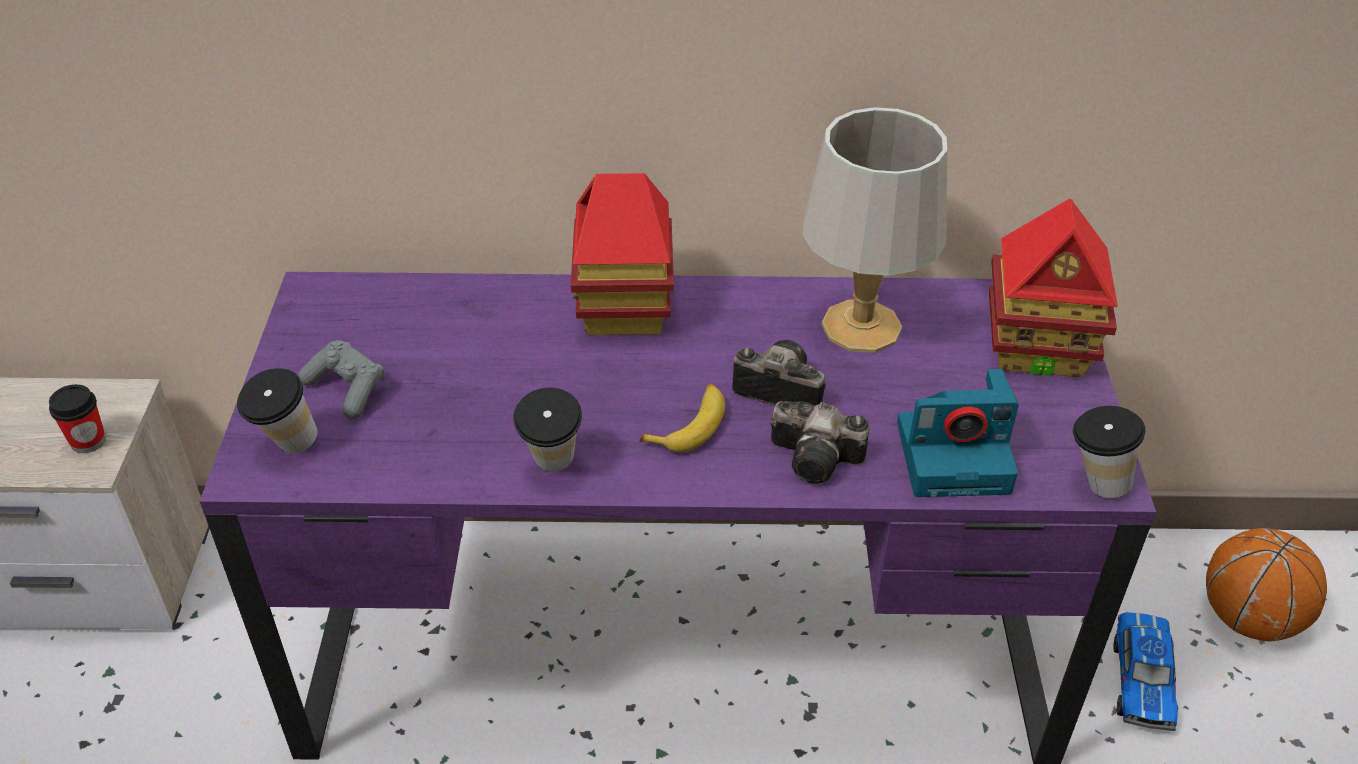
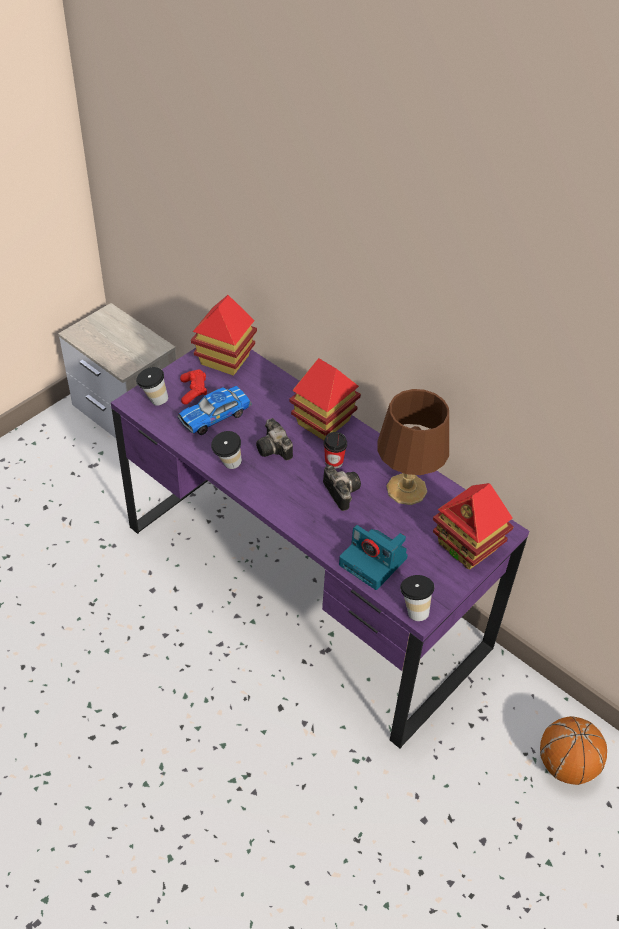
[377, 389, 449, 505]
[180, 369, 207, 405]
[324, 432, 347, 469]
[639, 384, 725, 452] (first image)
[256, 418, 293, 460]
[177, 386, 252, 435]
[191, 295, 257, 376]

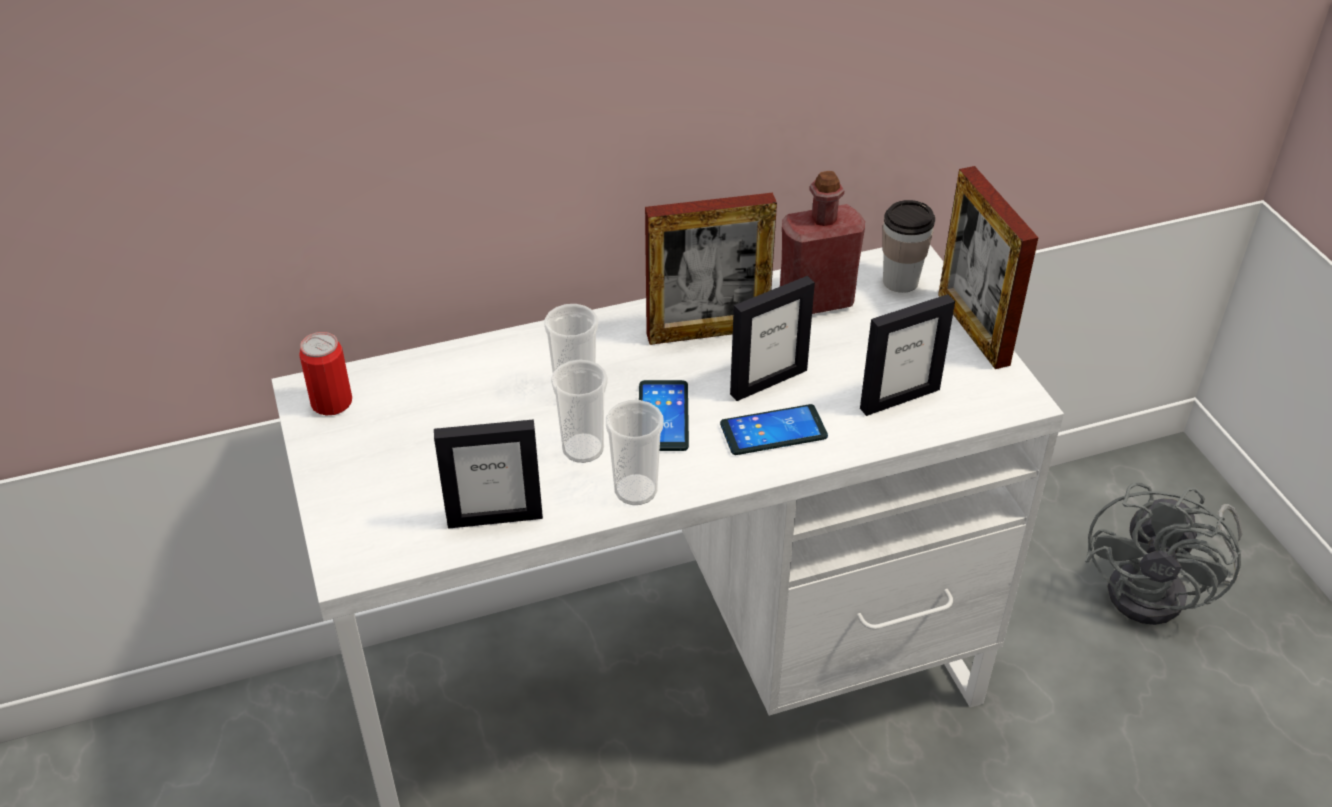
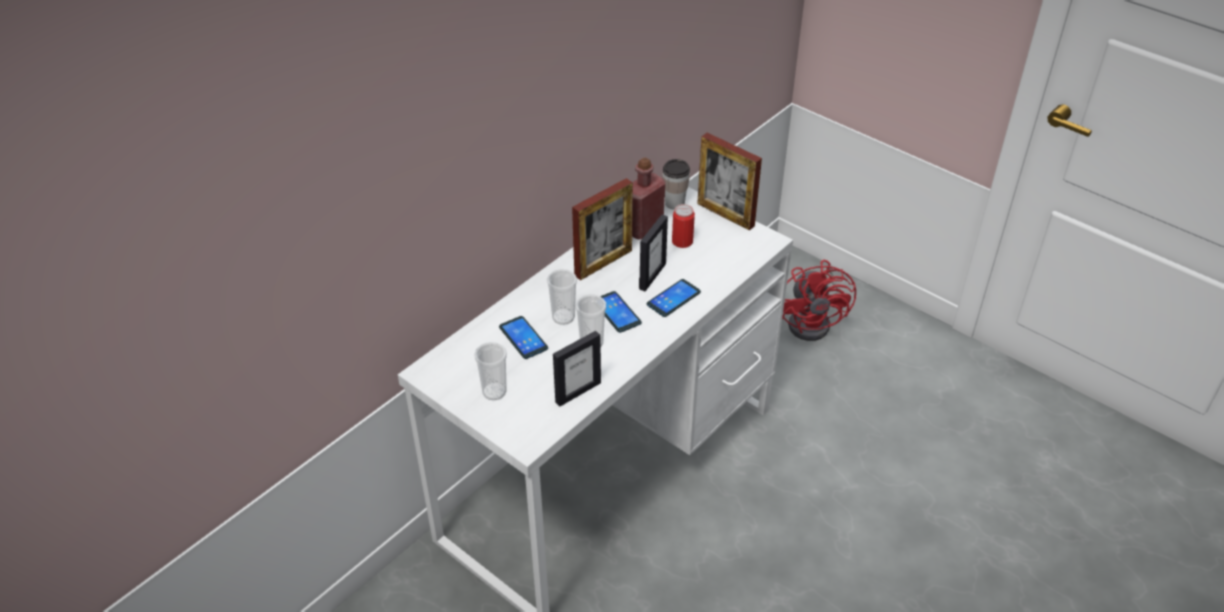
[860, 294, 955, 416] (first image)
[672, 204, 695, 248]
[474, 342, 507, 400]
[782, 260, 856, 341]
[499, 316, 548, 359]

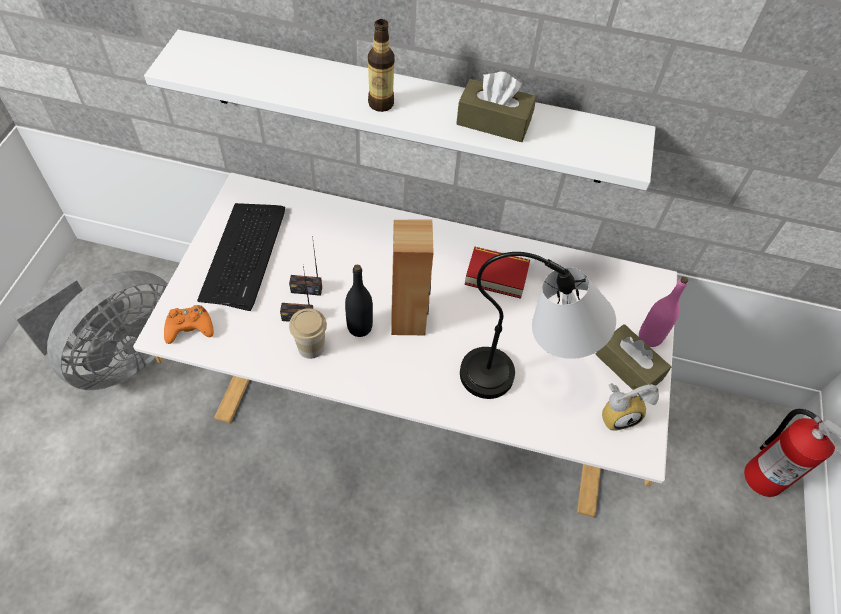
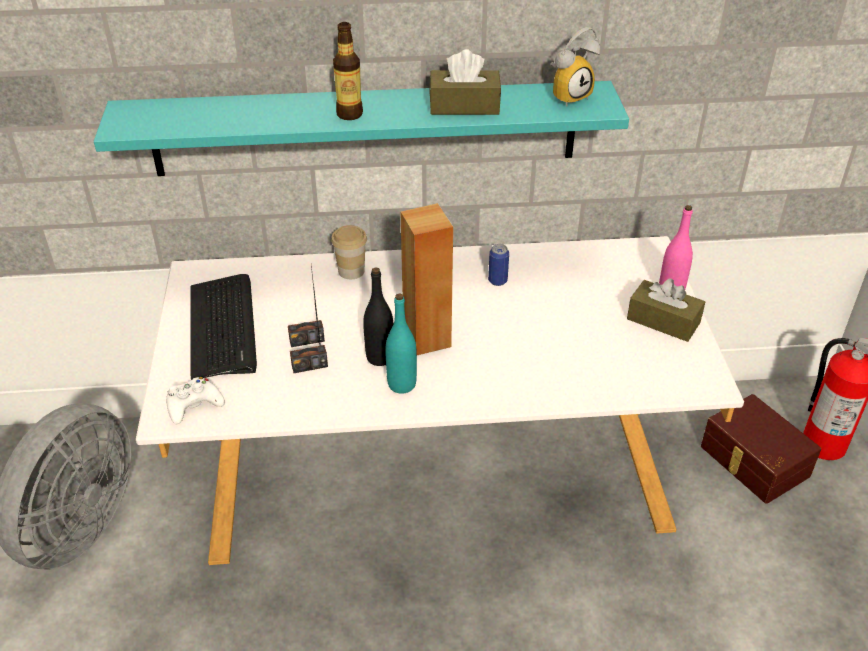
[94, 81, 629, 176]
[488, 244, 509, 286]
[460, 252, 616, 399] (first image)
[166, 377, 225, 424]
[331, 225, 367, 279]
[550, 27, 601, 107]
[386, 294, 417, 394]
[701, 394, 821, 504]

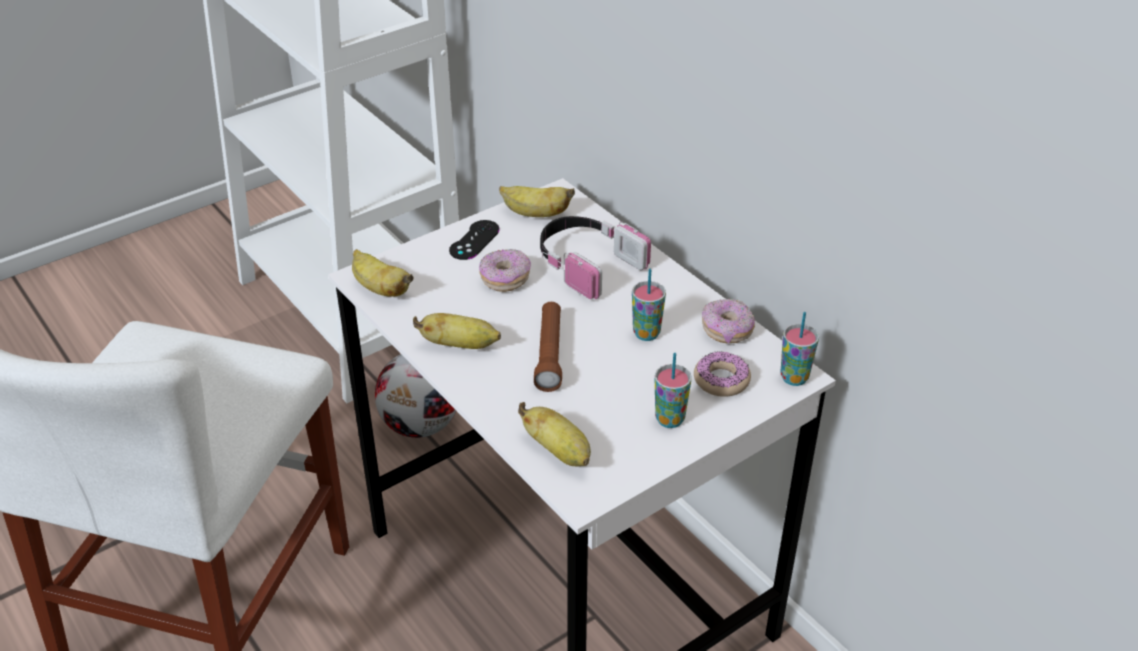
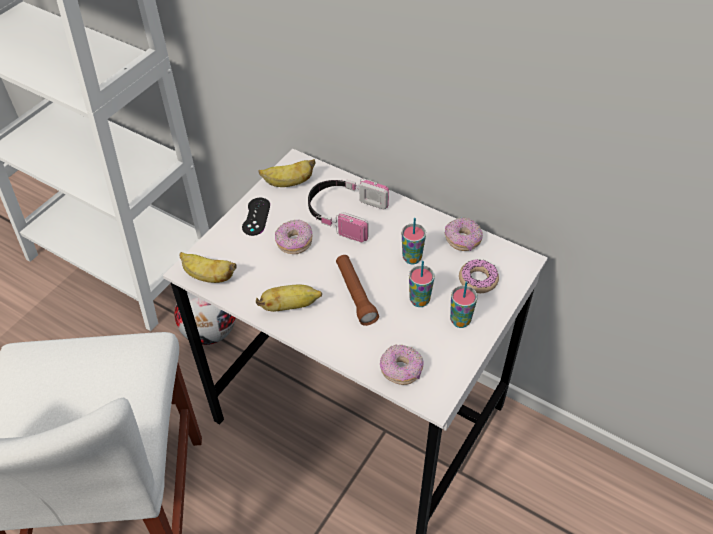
[409, 261, 435, 307]
[380, 345, 424, 385]

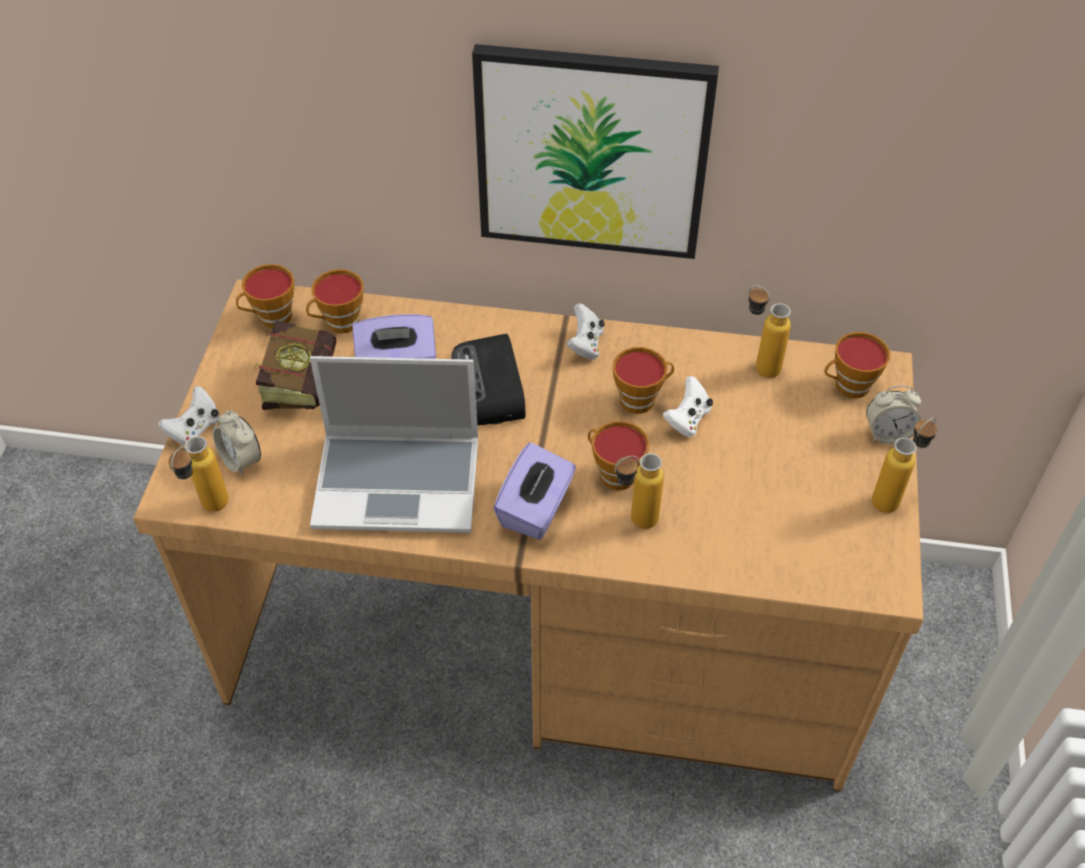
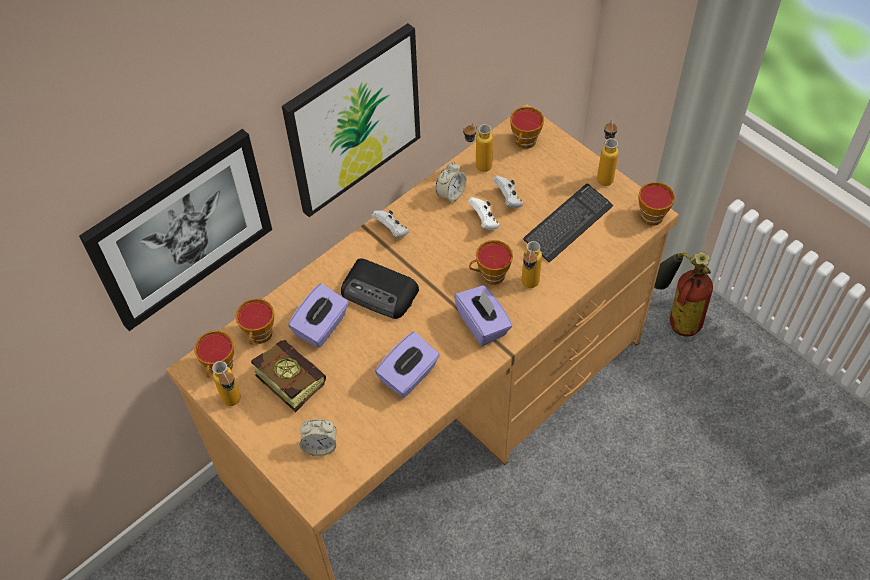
[639, 182, 675, 226]
[375, 332, 440, 398]
[493, 175, 523, 208]
[436, 162, 466, 203]
[212, 361, 241, 406]
[79, 129, 272, 331]
[523, 184, 613, 263]
[654, 252, 713, 337]

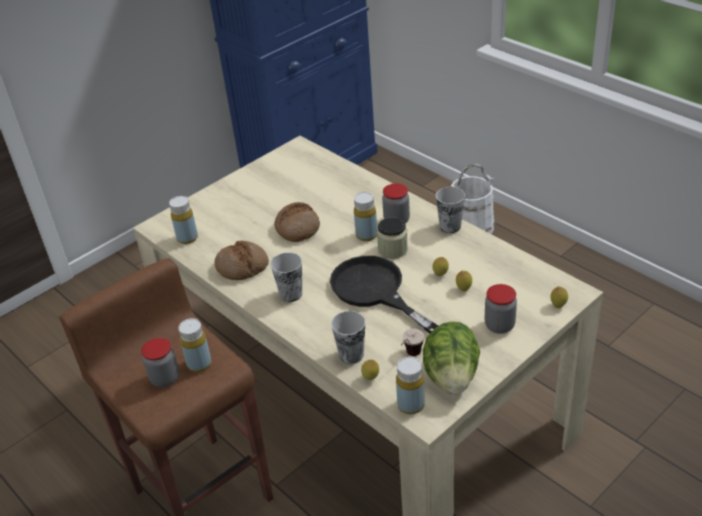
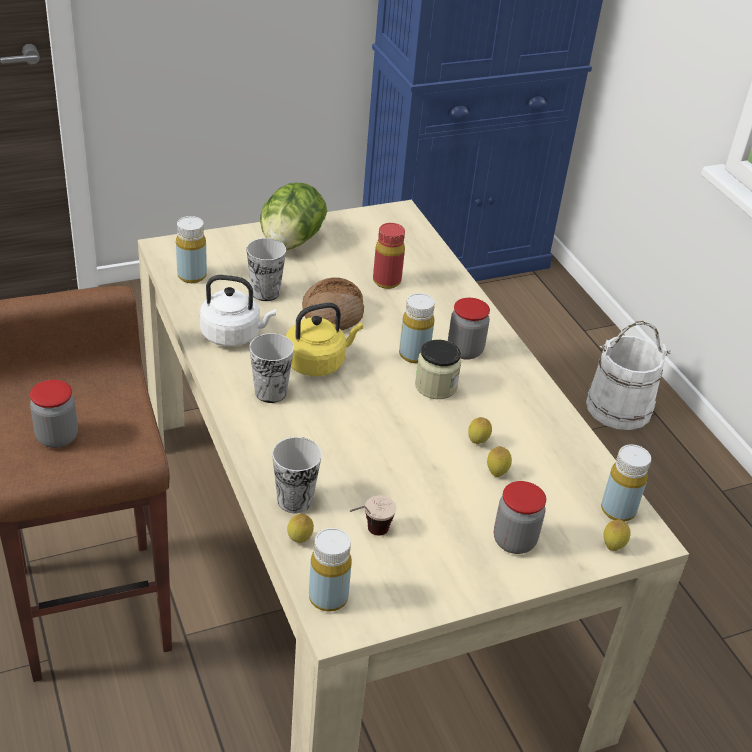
[246, 238, 286, 301]
[200, 275, 276, 347]
[330, 256, 438, 334] (first image)
[601, 444, 651, 522]
[260, 183, 327, 250]
[373, 223, 405, 289]
[286, 303, 363, 376]

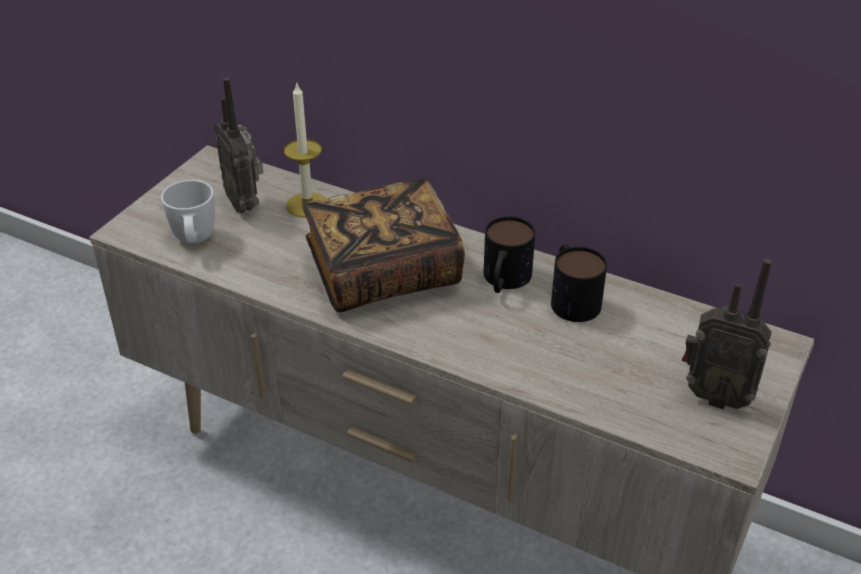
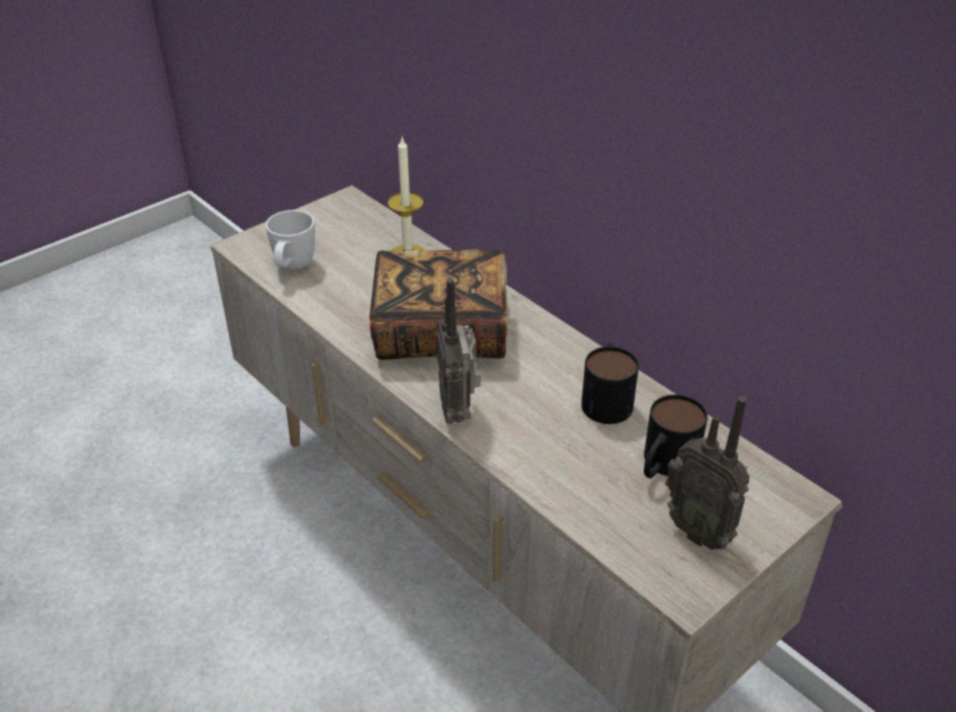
[437, 278, 481, 424]
[644, 395, 708, 478]

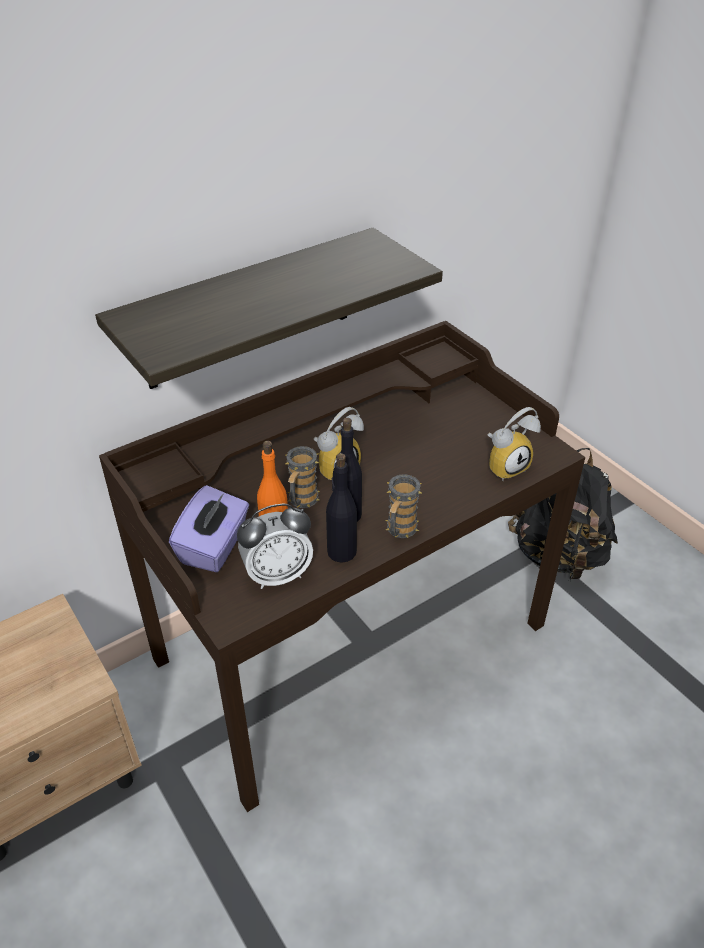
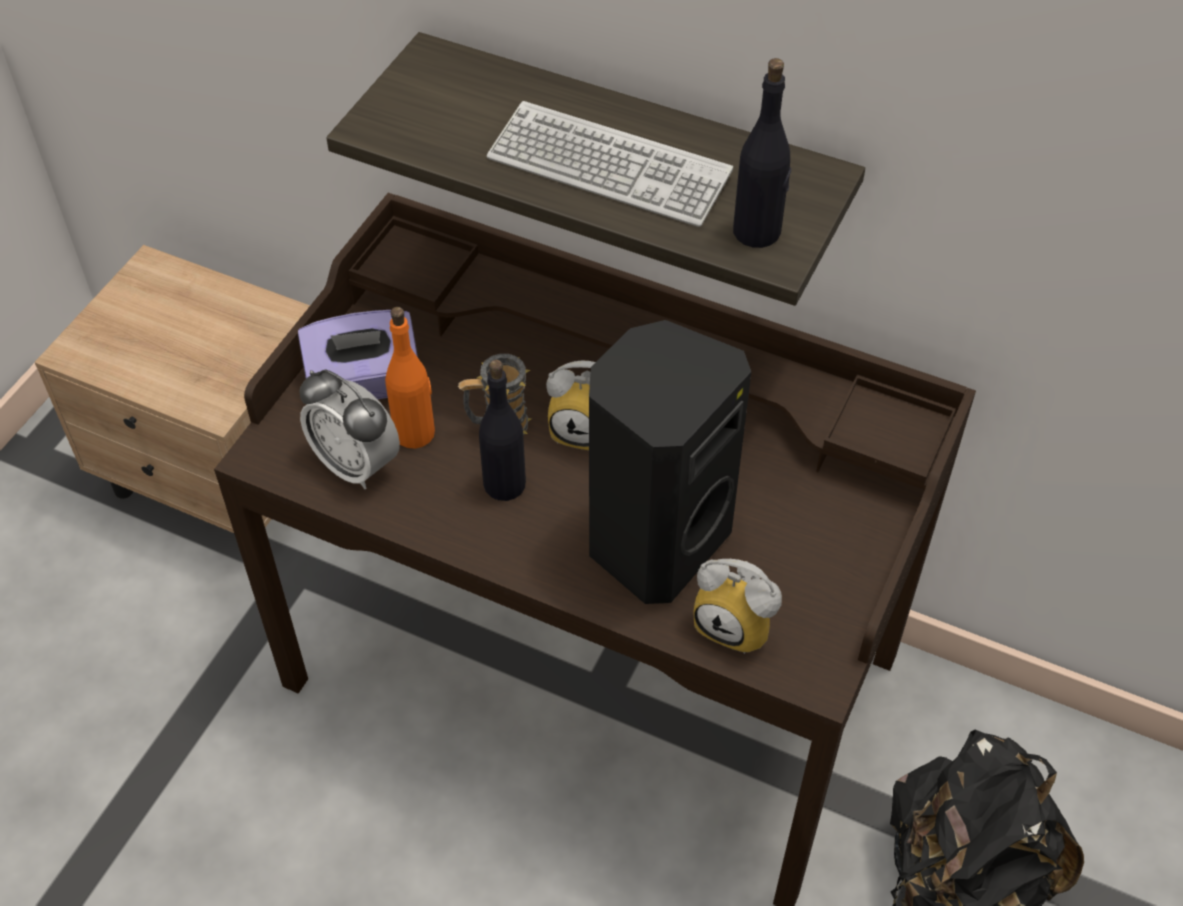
[733, 58, 791, 248]
[386, 474, 422, 538] (first image)
[487, 101, 733, 227]
[589, 320, 751, 604]

